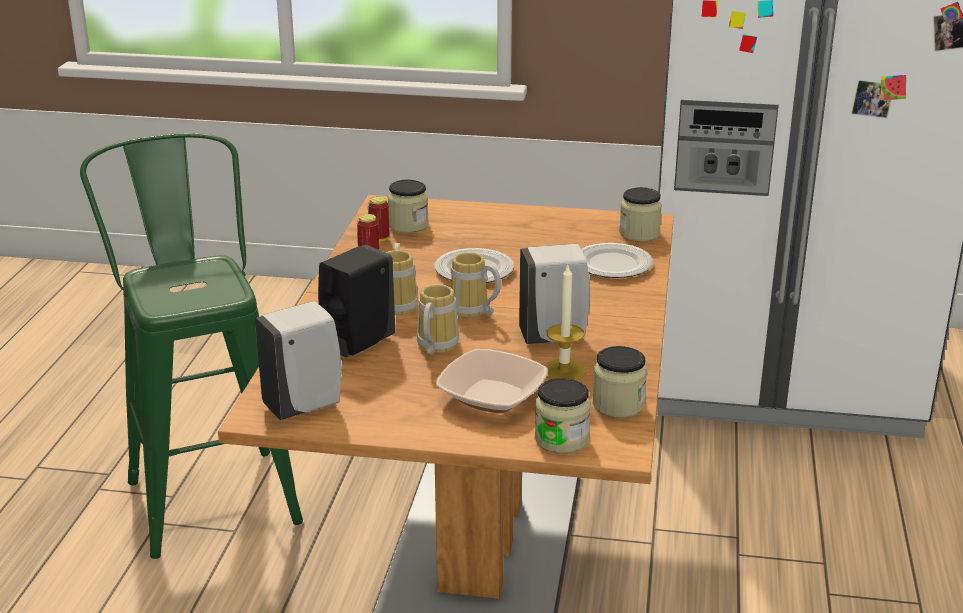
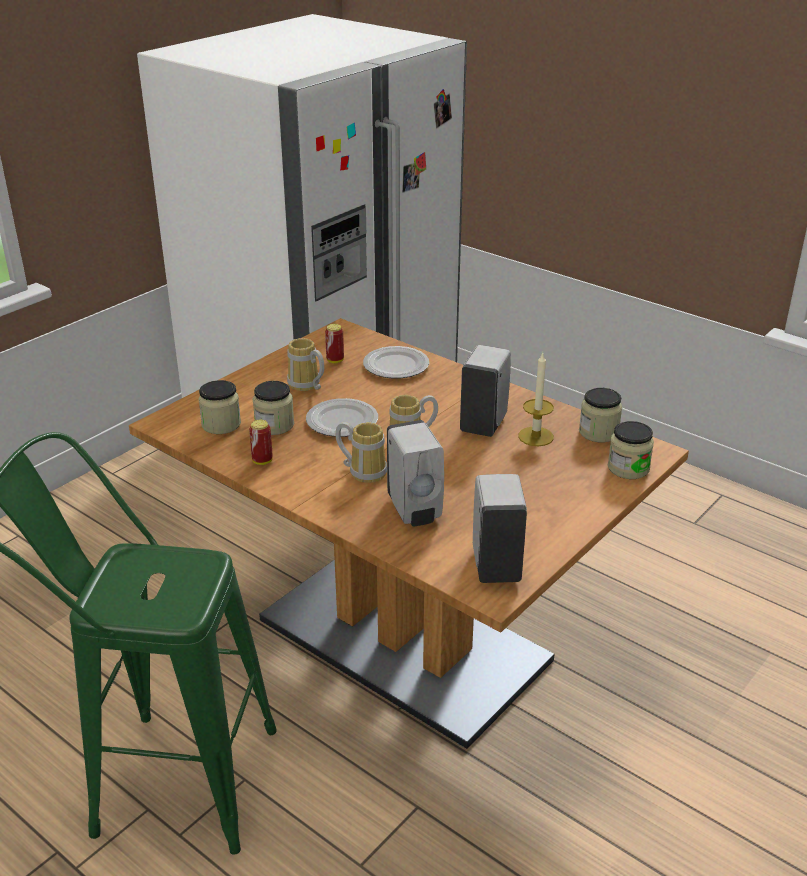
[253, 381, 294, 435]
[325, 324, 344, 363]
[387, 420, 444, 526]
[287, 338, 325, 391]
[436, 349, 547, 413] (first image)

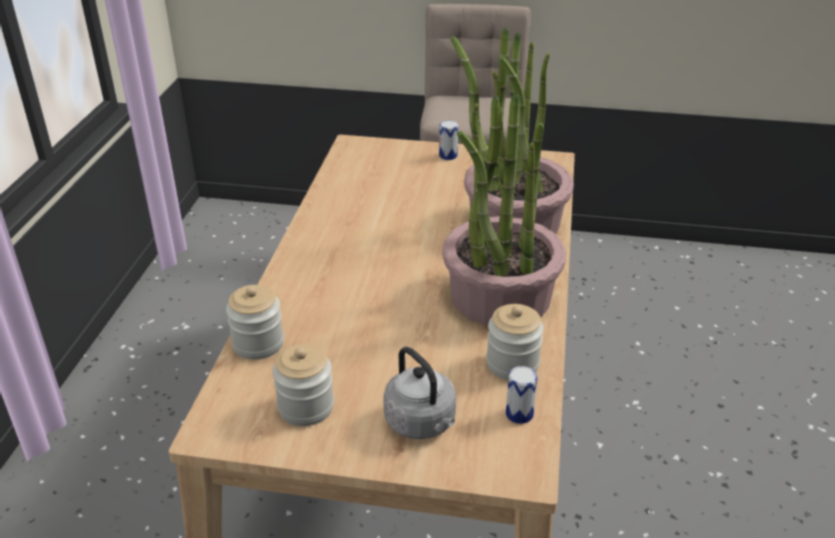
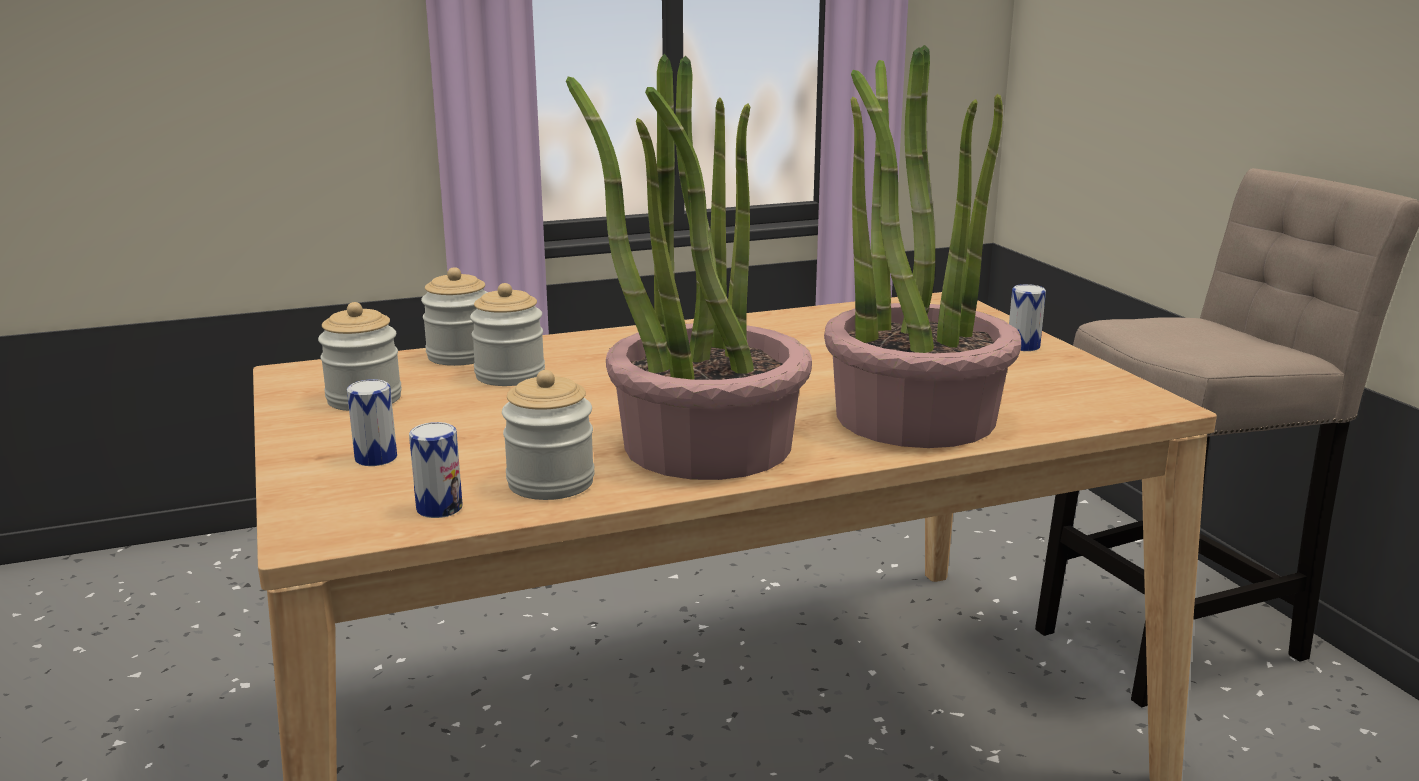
[347, 379, 397, 466]
[470, 283, 545, 386]

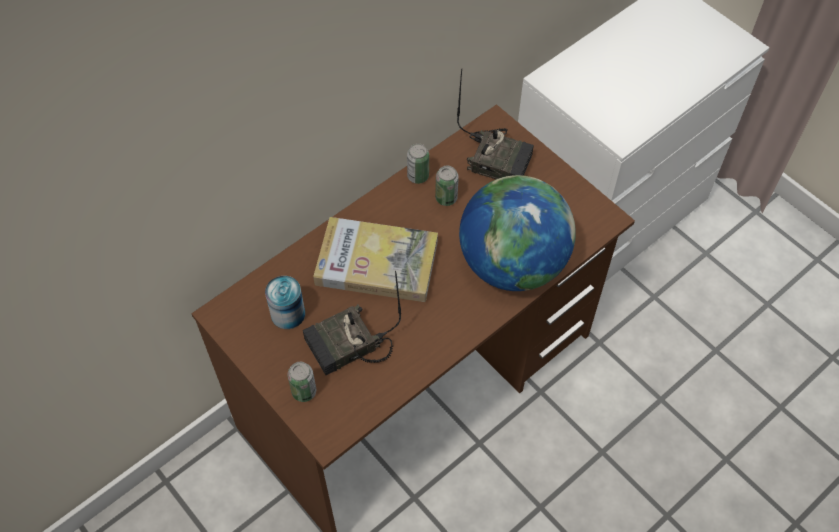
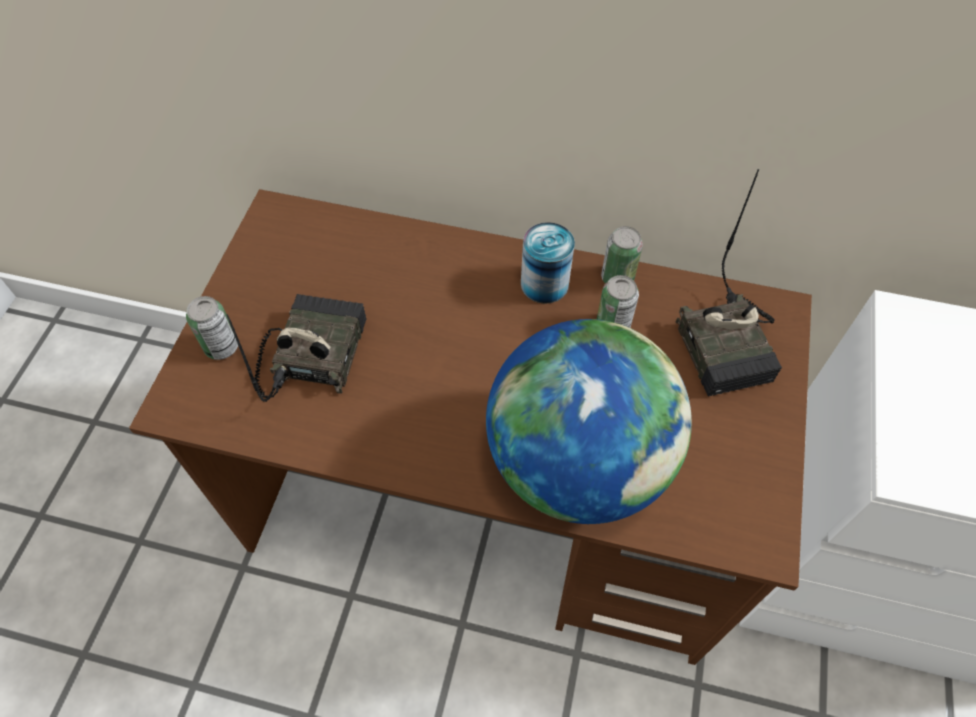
[313, 217, 438, 302] (first image)
[226, 294, 367, 402]
[521, 222, 575, 304]

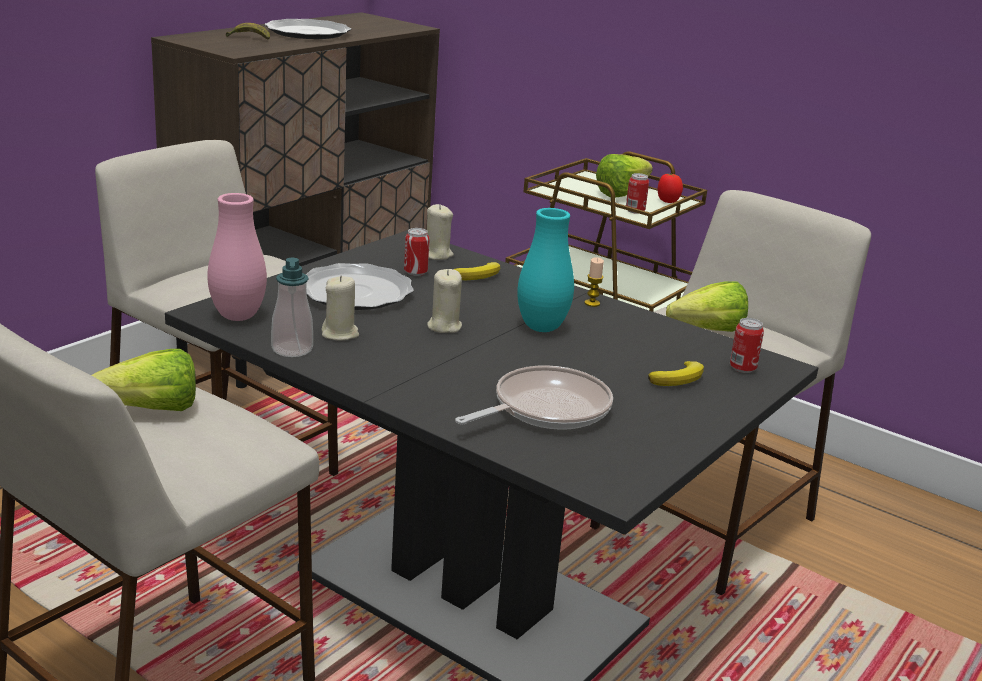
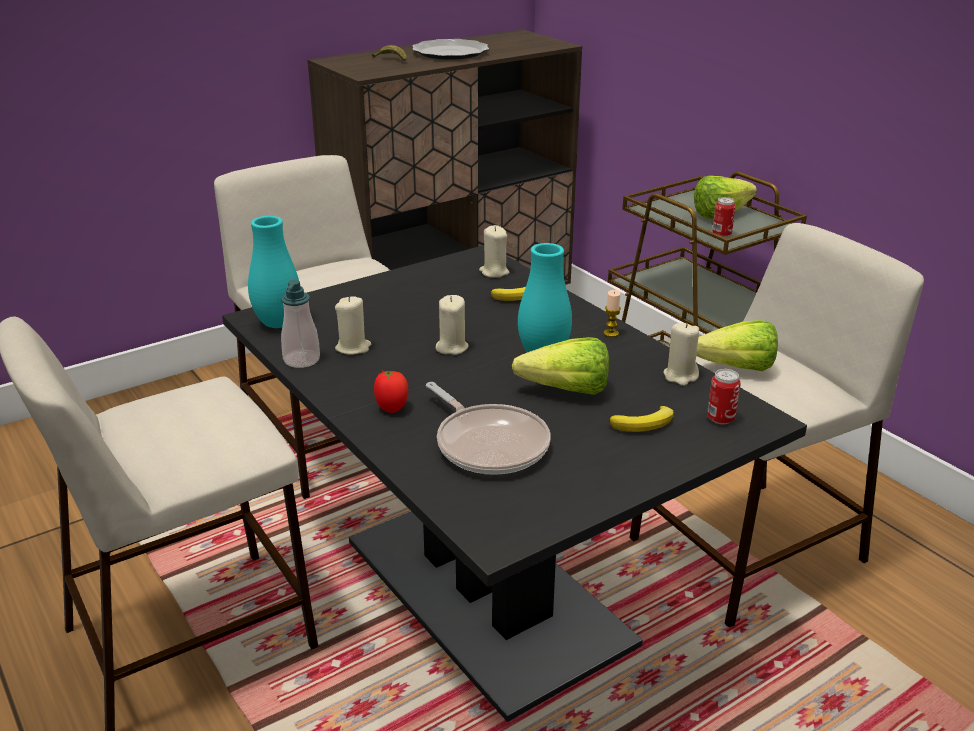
[374, 371, 408, 413]
[248, 216, 299, 328]
[404, 228, 430, 276] (first image)
[305, 263, 414, 310] (first image)
[512, 337, 609, 395]
[426, 382, 550, 475]
[663, 323, 699, 386]

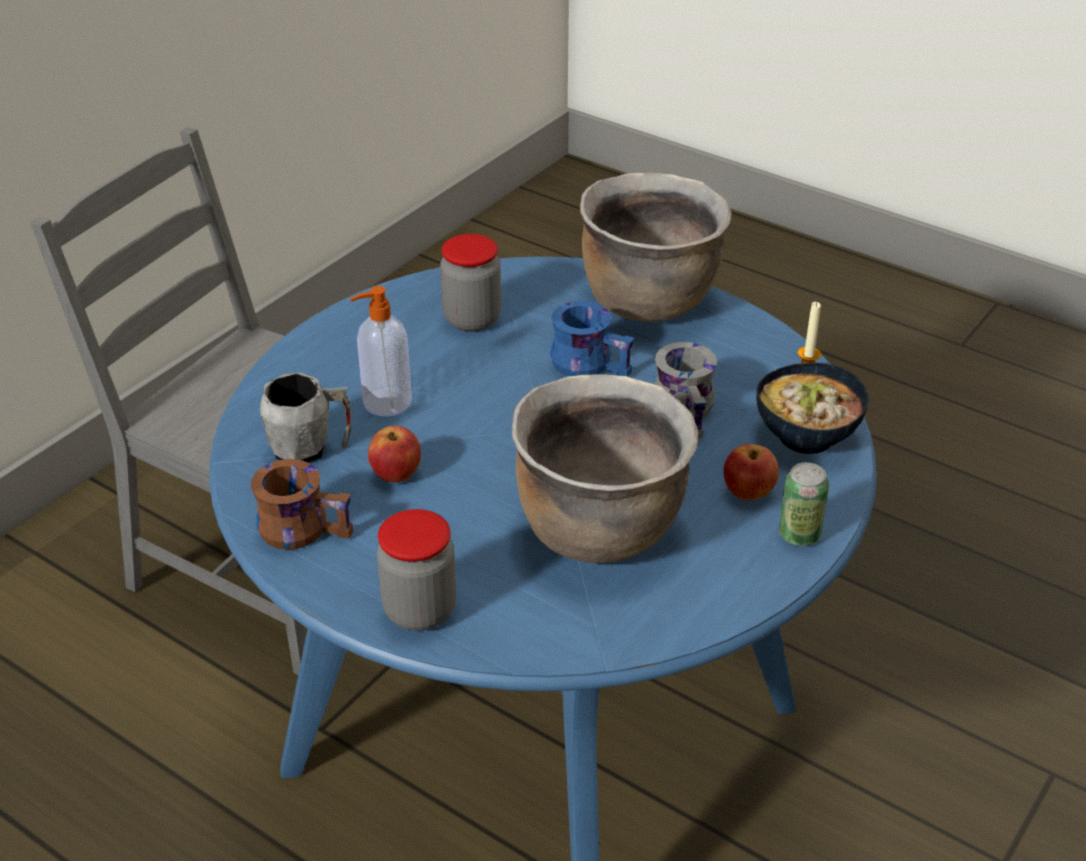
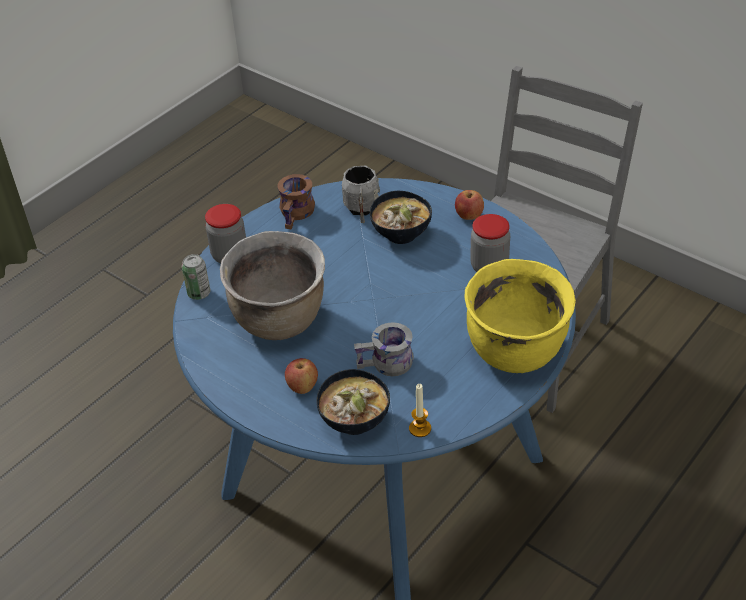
[464, 259, 576, 373]
[370, 191, 432, 244]
[550, 301, 634, 376] (first image)
[455, 190, 484, 220]
[182, 254, 210, 300]

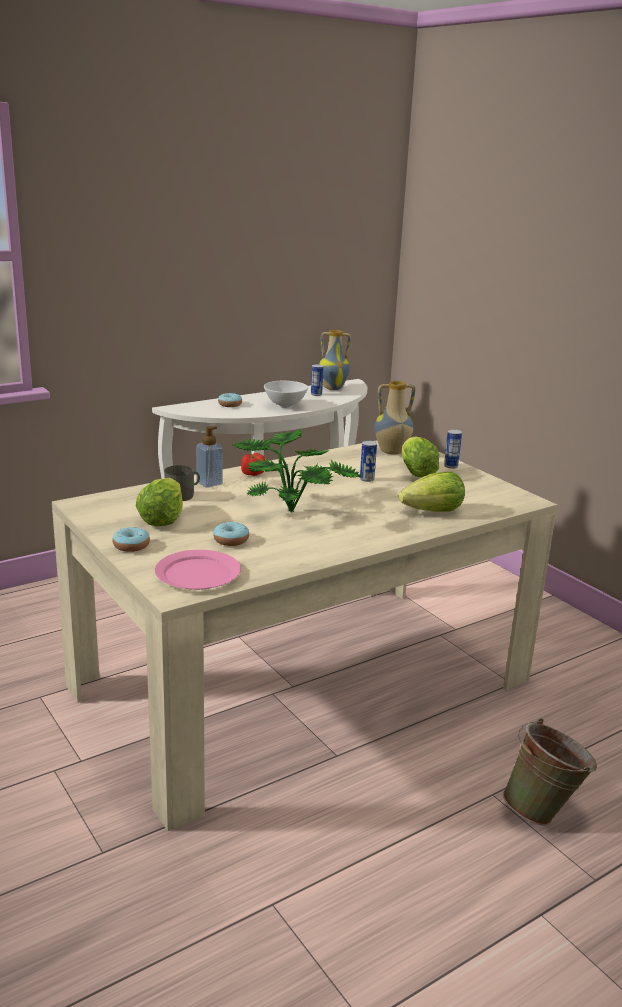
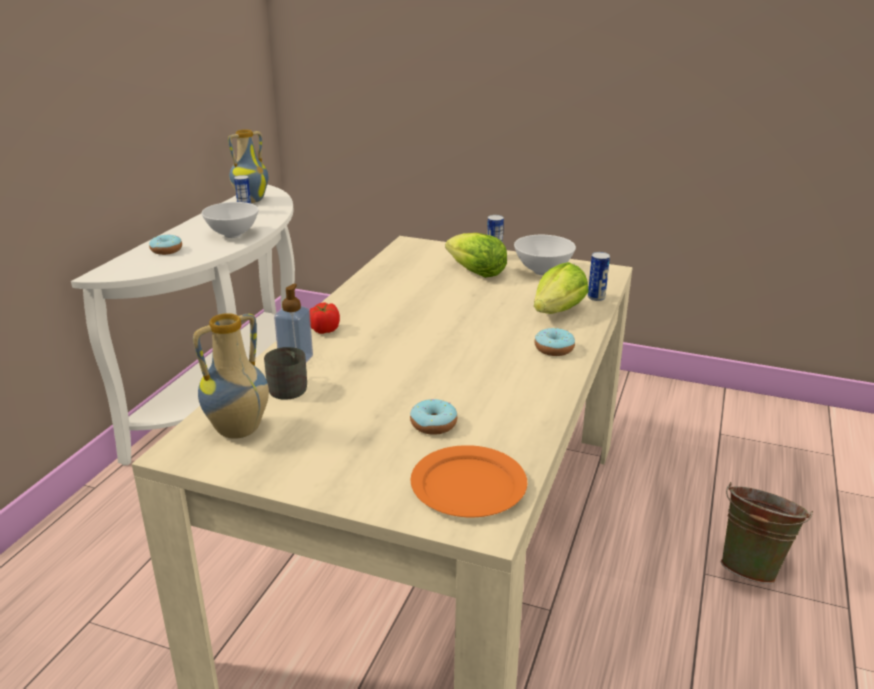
[193, 313, 269, 439]
[233, 429, 361, 512] (first image)
[588, 252, 610, 301]
[136, 478, 183, 526] (first image)
[535, 328, 575, 356]
[411, 445, 527, 517]
[514, 235, 576, 275]

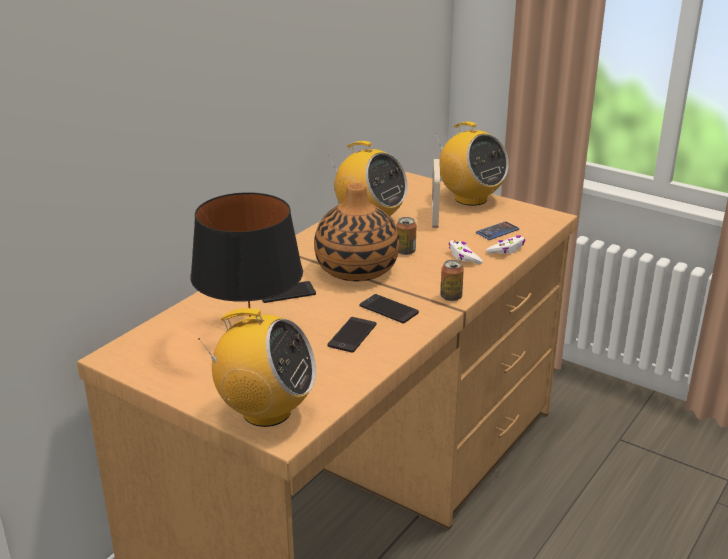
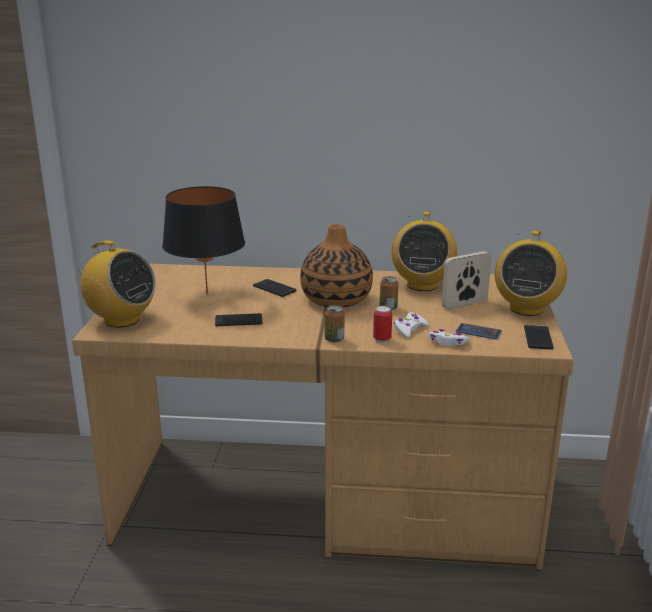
[524, 325, 554, 349]
[72, 240, 156, 328]
[373, 306, 392, 343]

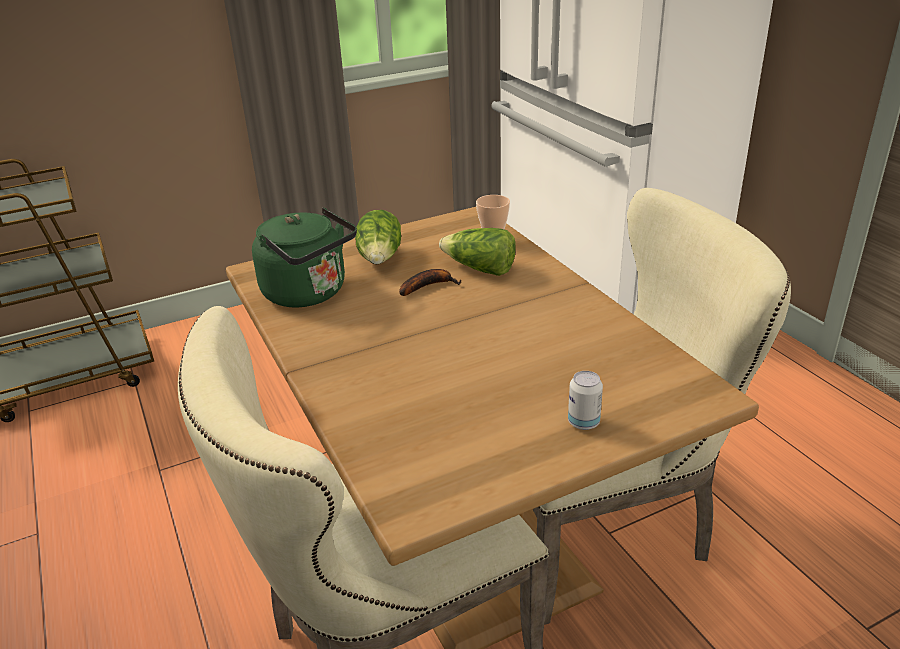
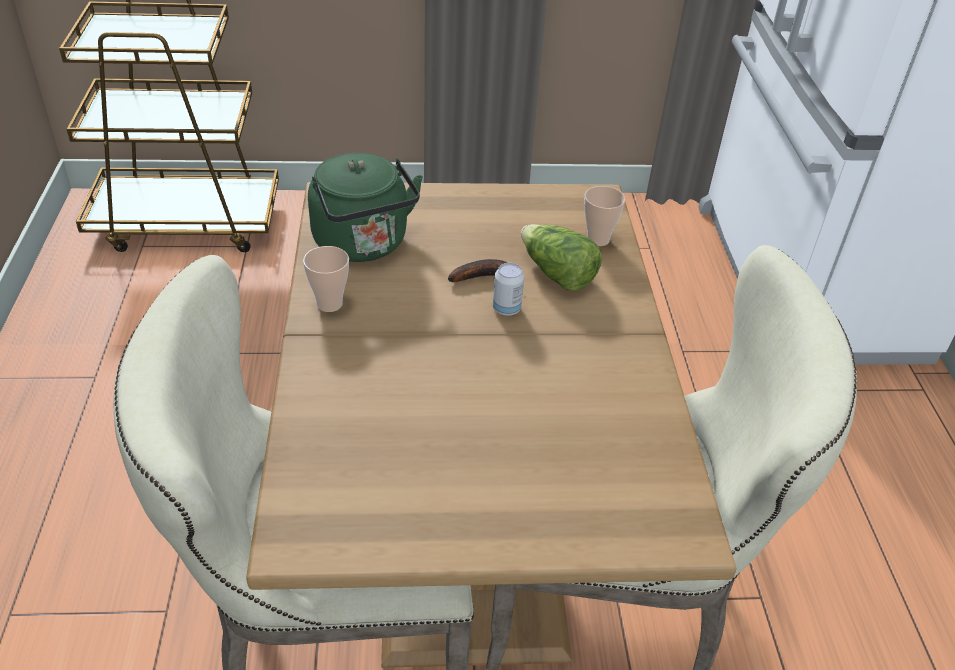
[355, 210, 401, 264] (first image)
[493, 263, 524, 316]
[303, 246, 349, 312]

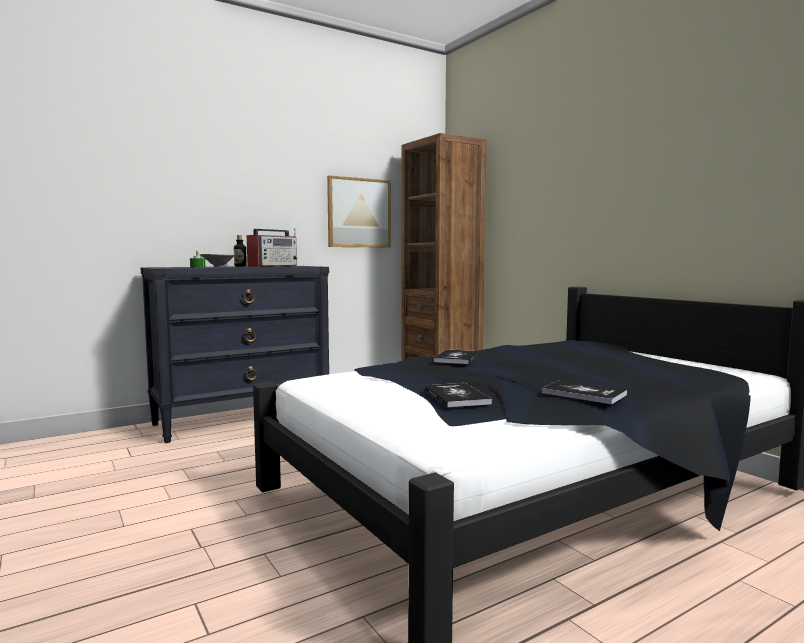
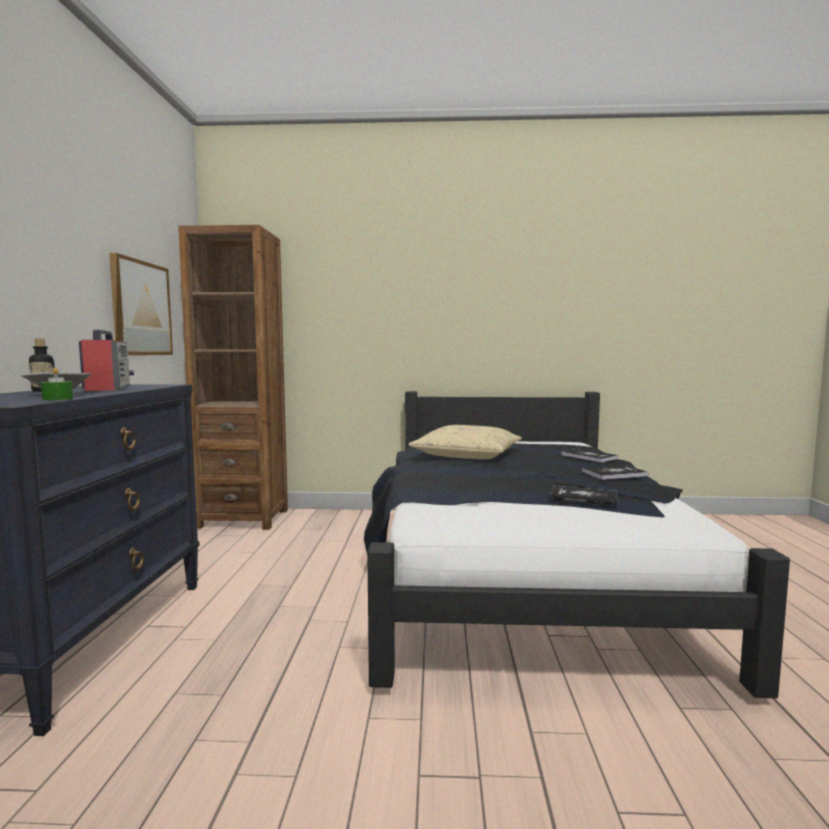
[562, 449, 618, 462]
[408, 425, 522, 459]

